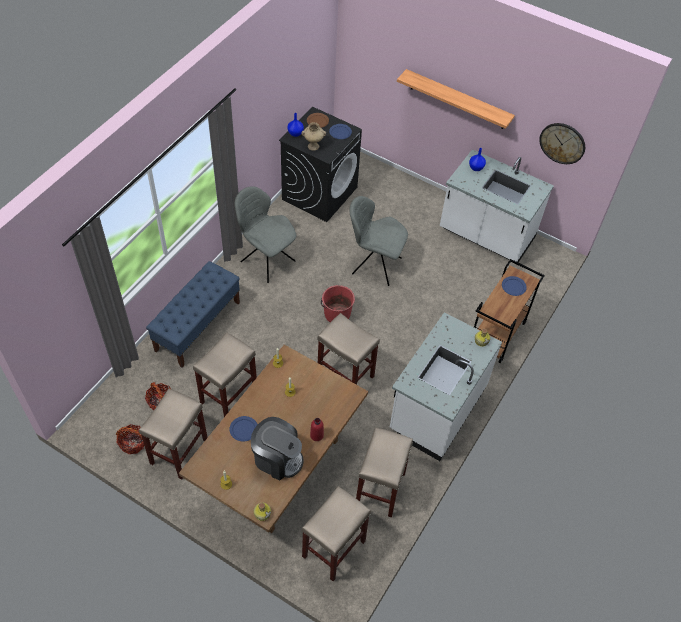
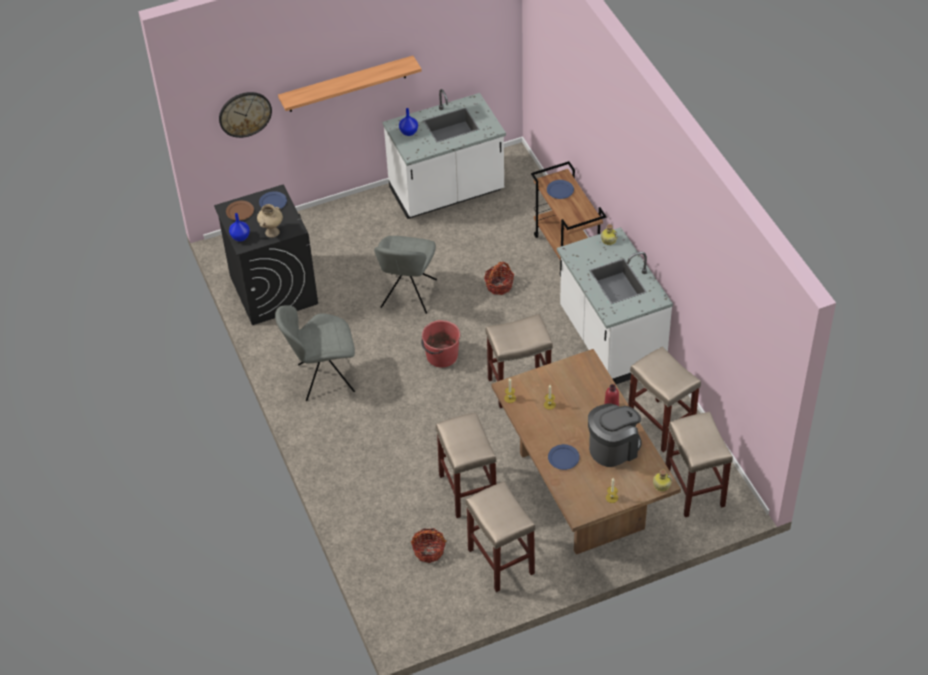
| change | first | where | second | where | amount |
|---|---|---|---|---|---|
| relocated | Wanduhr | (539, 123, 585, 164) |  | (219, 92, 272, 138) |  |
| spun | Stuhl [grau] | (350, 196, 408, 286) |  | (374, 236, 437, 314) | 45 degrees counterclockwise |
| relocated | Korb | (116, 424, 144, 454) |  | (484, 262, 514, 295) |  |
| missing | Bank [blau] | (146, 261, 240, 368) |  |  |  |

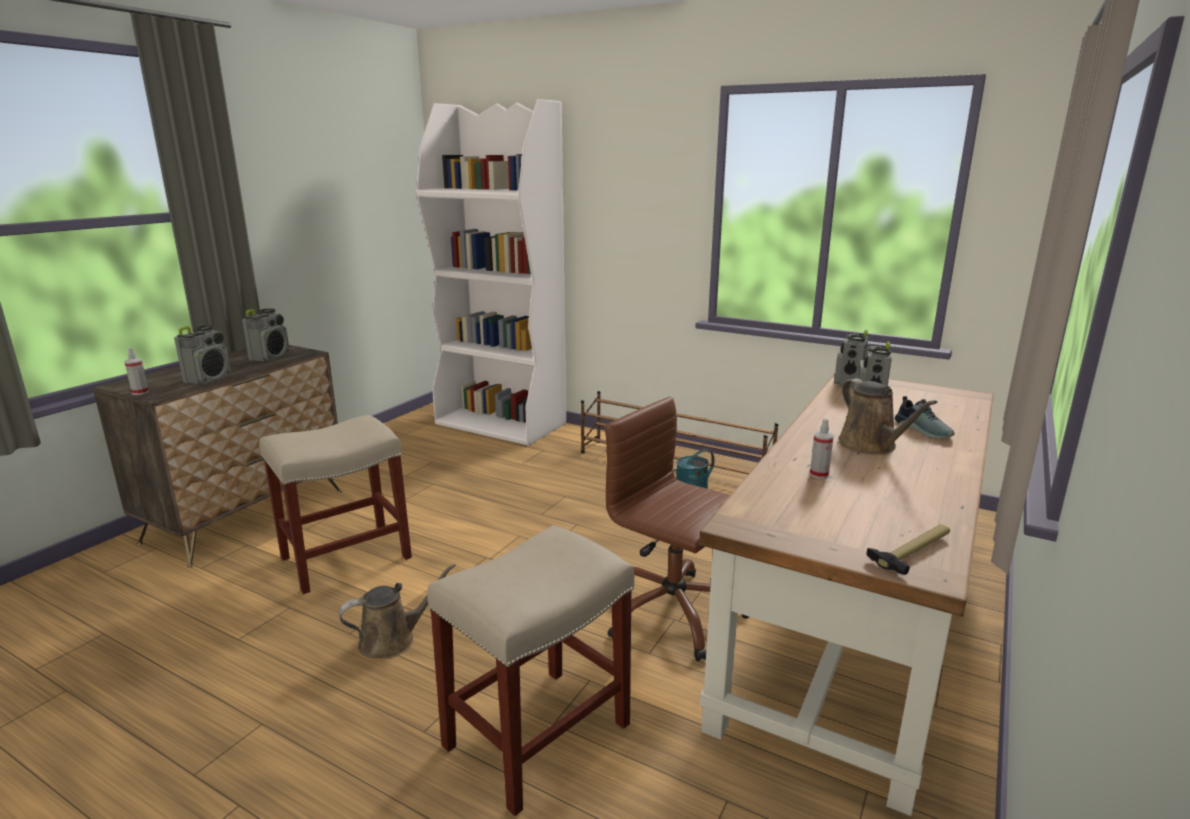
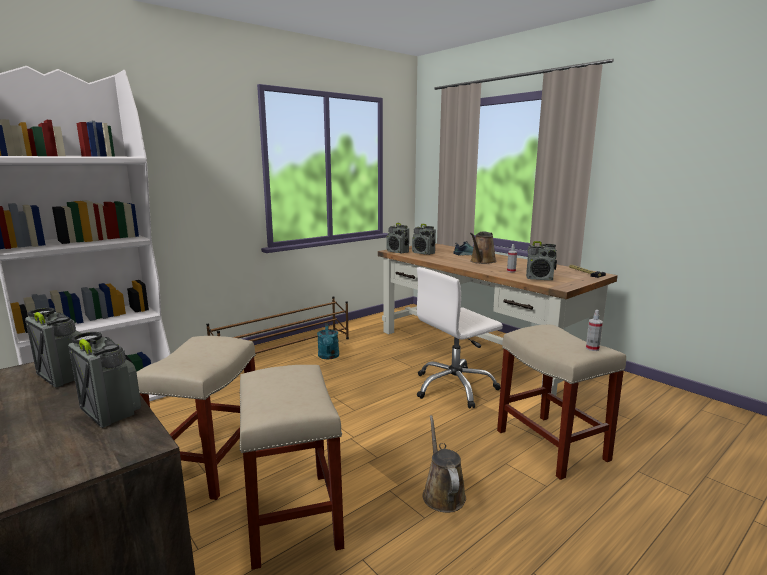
| change | first | where | second | where | amount |
|---|---|---|---|---|---|
| appeared |  |  | Hocker [beige] | (136, 336, 256, 500) |  |
| colour | Bürostuhl [braun] | (605, 397, 749, 661) | Bürostuhl [weiß] | (417, 267, 503, 409) |  |
| spun | Gießkanne [braun] | (838, 378, 938, 454) |  | (470, 232, 497, 264) | 120 degrees clockwise |
| appeared |  |  | Radio | (526, 241, 557, 280) |  |
| relocated | Sprühflasche | (124, 348, 149, 395) |  | (586, 310, 603, 351) |  |

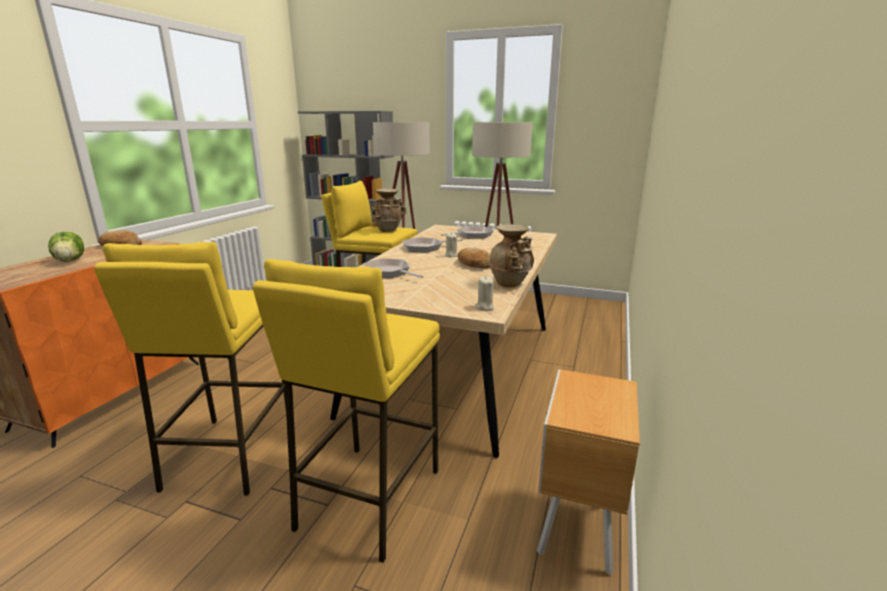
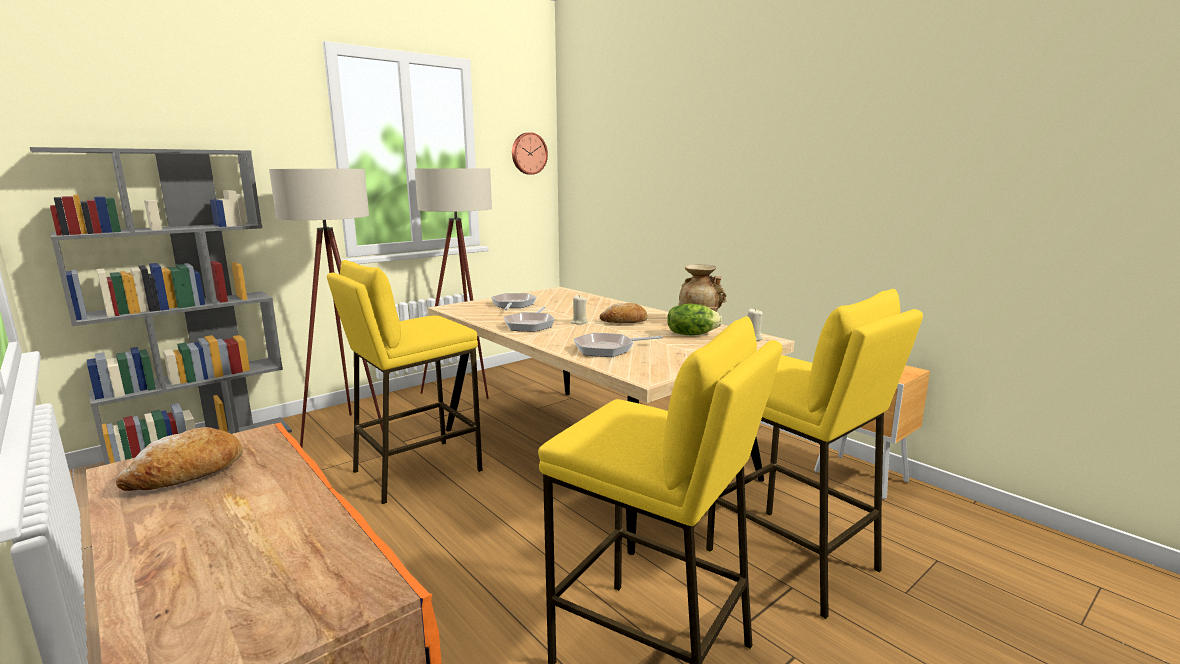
| change | first | where | second | where | amount |
|---|---|---|---|---|---|
| appeared |  |  | Wanduhr | (512, 132, 548, 175) |  |
| relocated | Salatkopf | (48, 232, 84, 262) |  | (667, 303, 722, 335) |  |
| missing | Vase [beige] | (371, 189, 407, 232) |  |  |  |

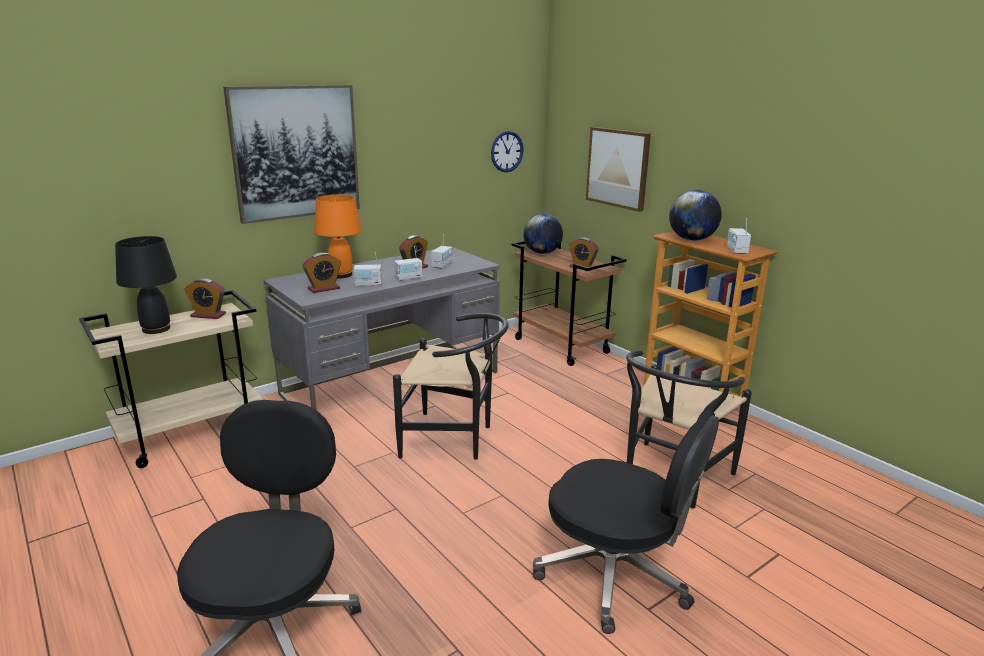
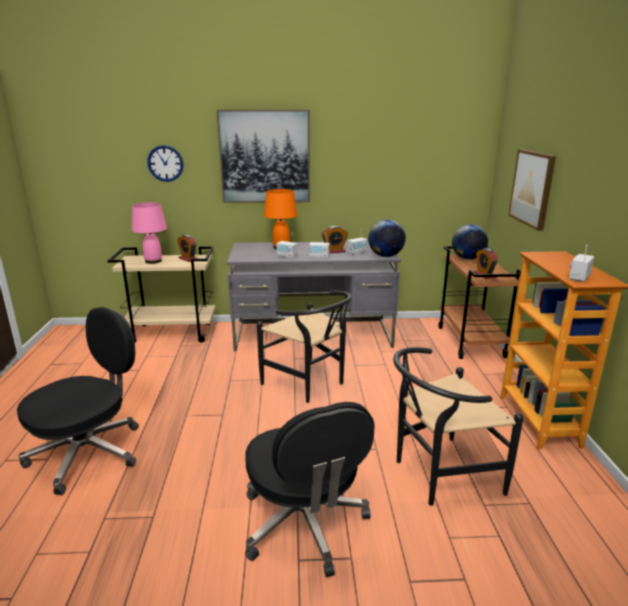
| change | first | where | second | where | amount |
|---|---|---|---|---|---|
| colour | Tischlampe [schwarz] | (115, 236, 177, 334) | Tischlampe [rosa] | (132, 202, 167, 264) |  |
| relocated | Wanduhr | (491, 131, 524, 172) |  | (147, 145, 183, 182) |  |
| relocated | Globus | (669, 190, 722, 241) |  | (368, 219, 406, 257) |  |
| missing | Wecker | (302, 253, 341, 293) |  |  |  |

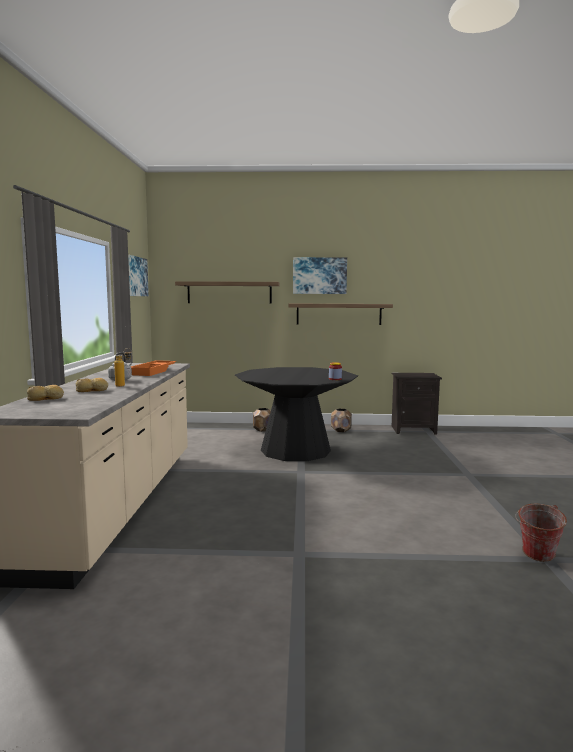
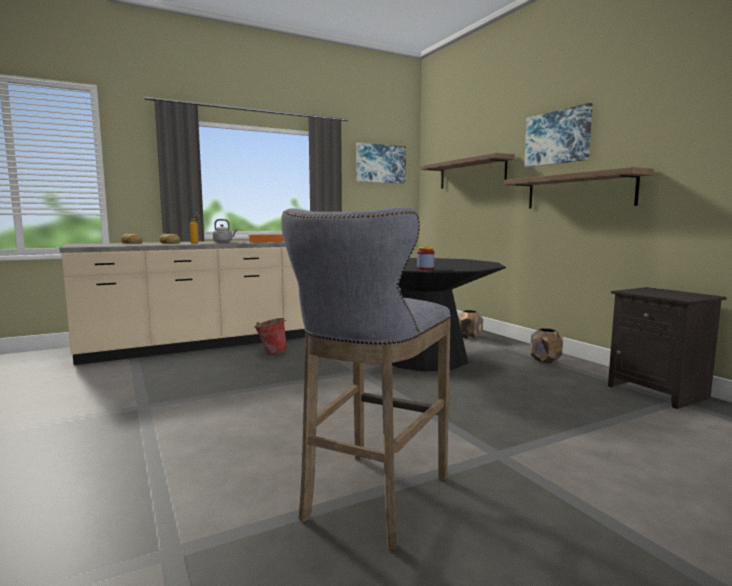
| change | first | where | second | where | amount |
|---|---|---|---|---|---|
| relocated | Eimer | (515, 504, 567, 562) |  | (255, 318, 288, 355) |  |
| appeared |  |  | Hocker [grau] | (281, 207, 451, 550) |  |

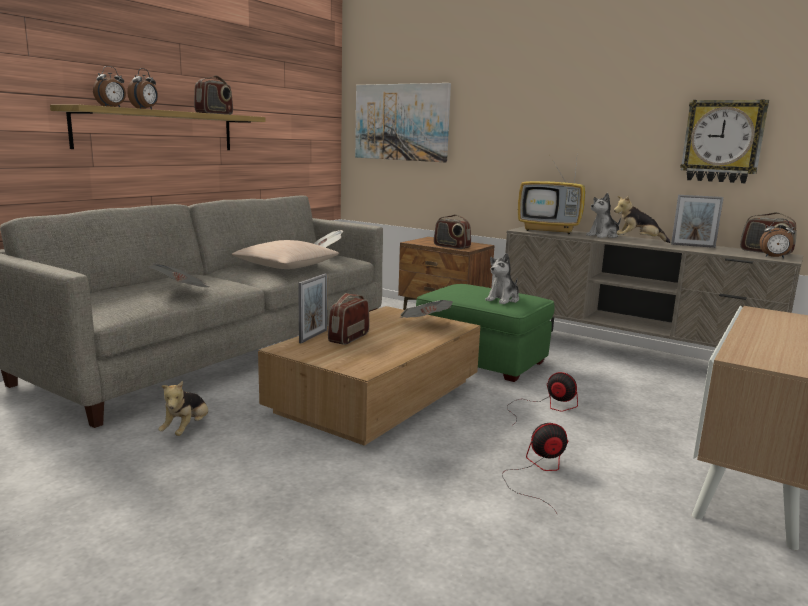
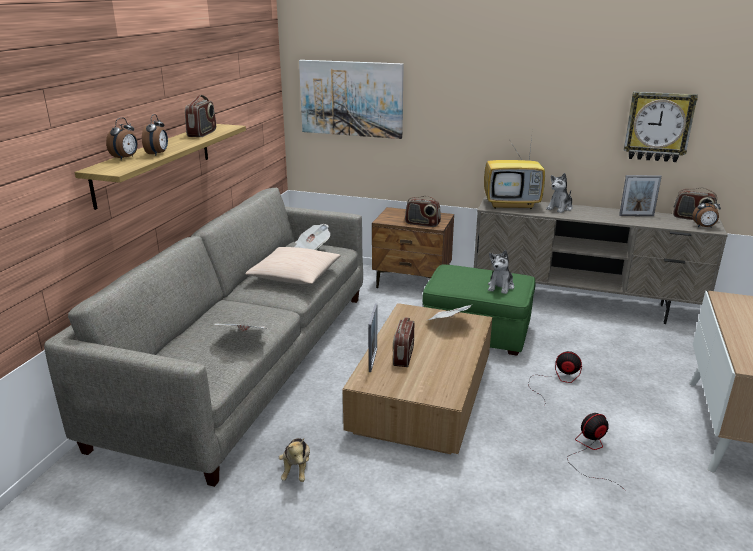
| change | first | where | second | where | amount |
|---|---|---|---|---|---|
| missing | Plüschtier | (614, 196, 671, 243) |  |  |  |

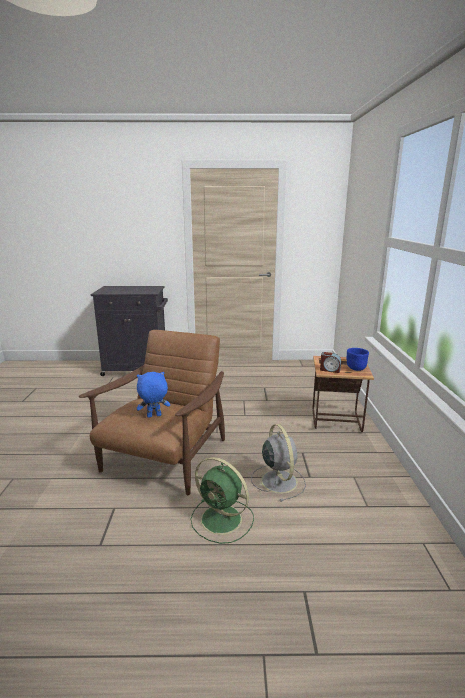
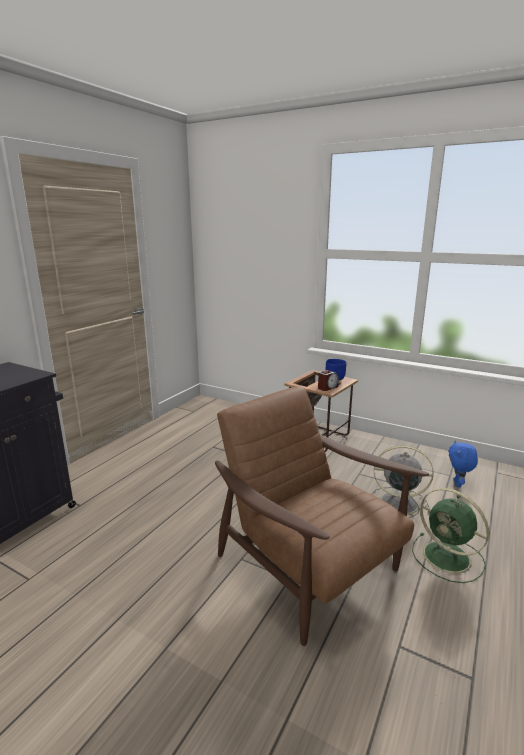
| change | first | where | second | where | amount |
|---|---|---|---|---|---|
| spun | Ventilator [grün] | (190, 457, 254, 544) |  | (412, 488, 489, 583) | 75 degrees clockwise |
| relocated | Plüschtier [blau] | (137, 372, 170, 418) |  | (448, 441, 478, 487) |  |

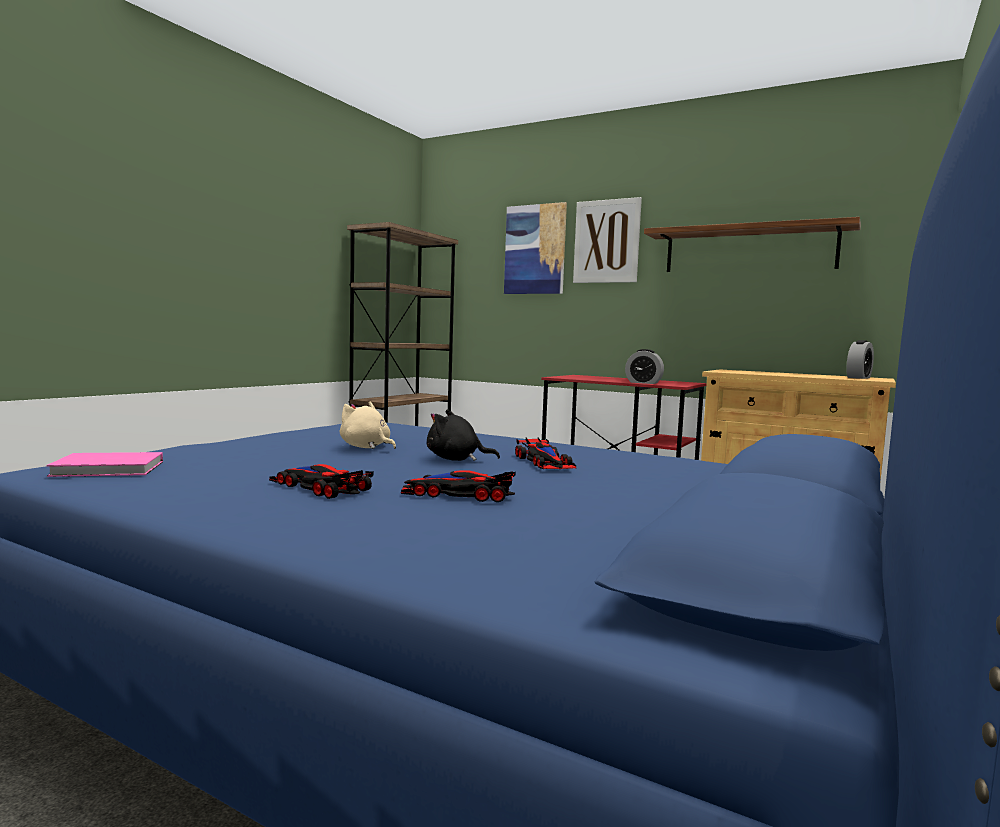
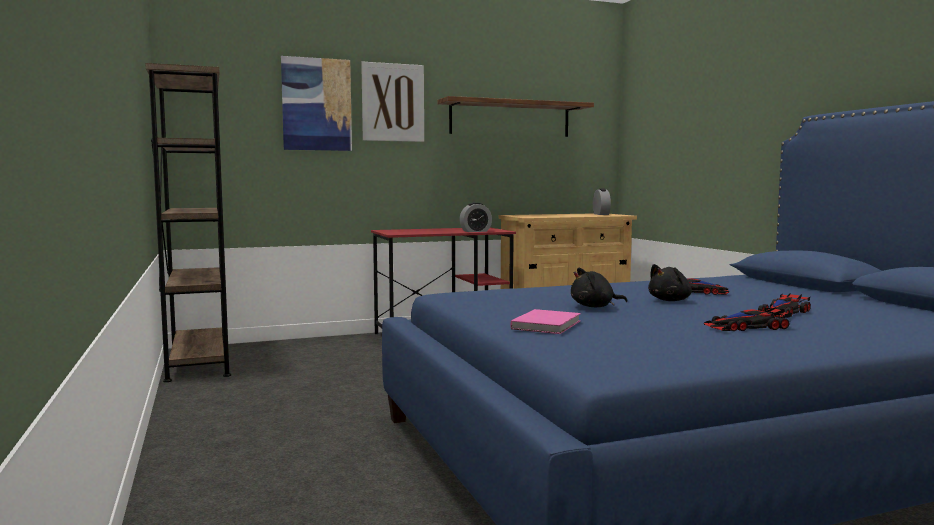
| change | first | where | second | where | amount |
|---|---|---|---|---|---|
| relocated | Buch [rosa] | (47, 452, 163, 477) |  | (511, 309, 581, 334) |  |
| colour | Plüschtier [beige] | (340, 402, 396, 449) | Plüschtier [schwarz] | (571, 268, 627, 307) |  |

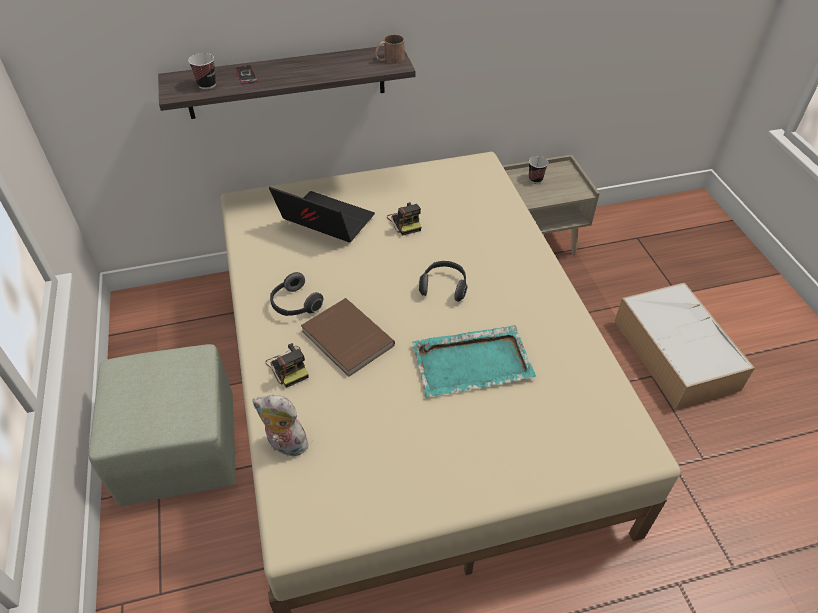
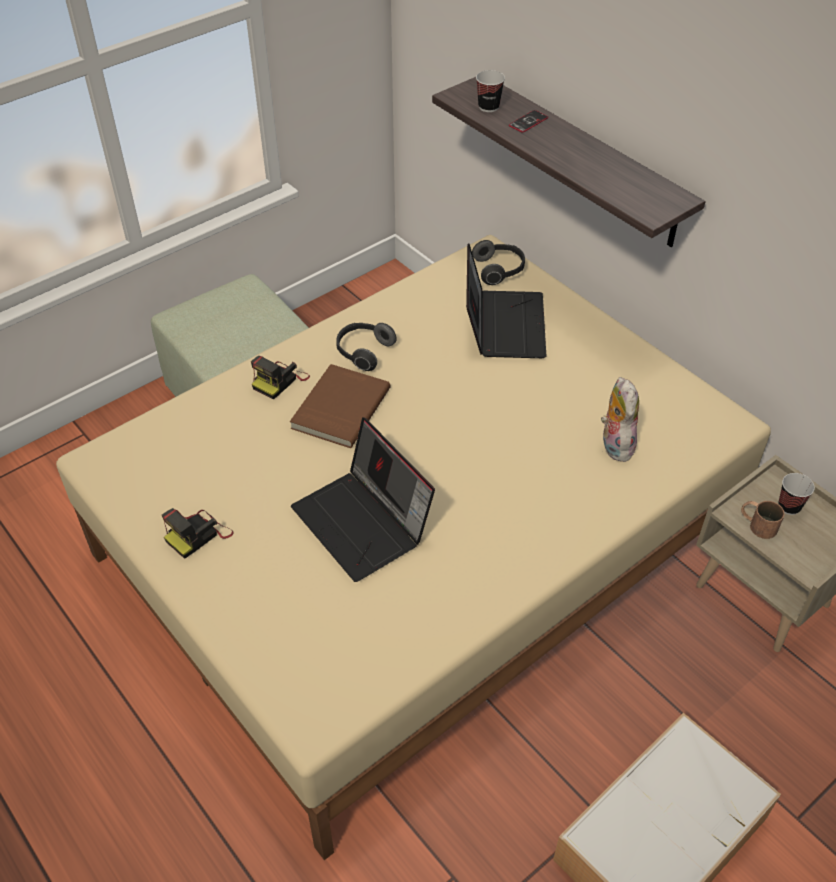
| change | first | where | second | where | amount |
|---|---|---|---|---|---|
| relocated | Kamera | (387, 202, 421, 236) |  | (162, 508, 234, 559) |  |
| exchanged | Tablett [türkis] | (412, 325, 536, 398) | Laptop | (291, 417, 435, 582) |  |
| relocated | Kopfhörer | (419, 261, 467, 302) |  | (472, 240, 525, 285) |  |
| relocated | Plüschtier | (252, 395, 308, 456) |  | (601, 377, 639, 462) |  |
| relocated | Henkelbecher [braun] | (375, 34, 404, 64) |  | (741, 501, 785, 539) |  |

